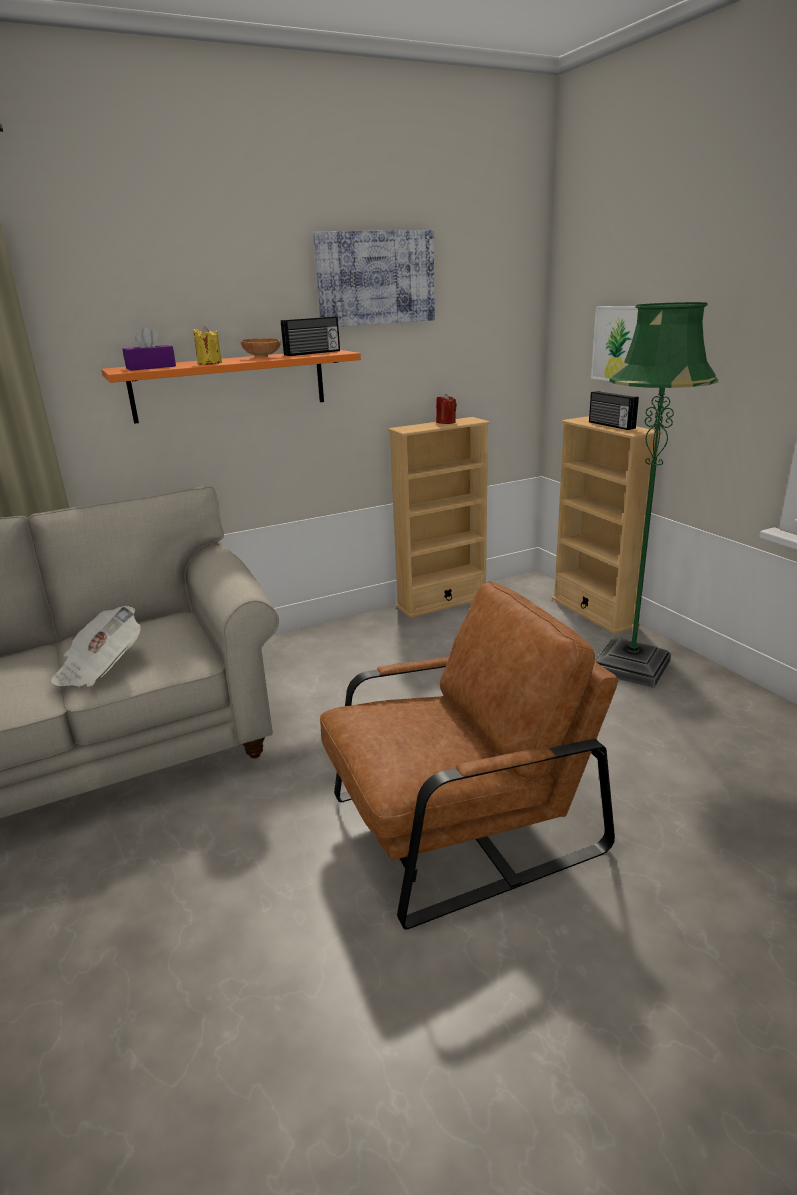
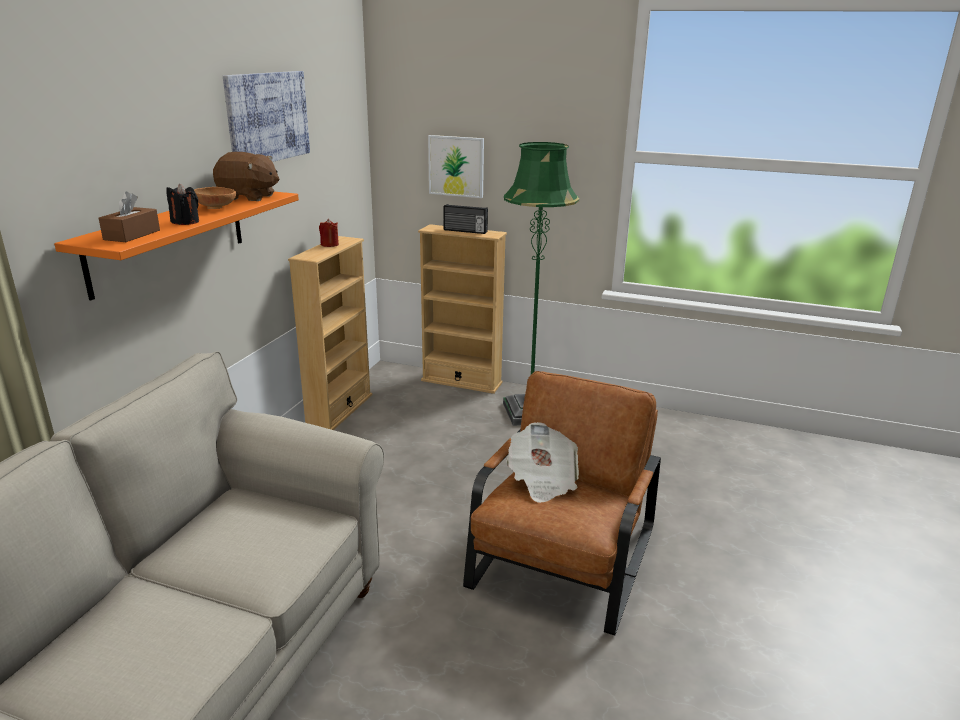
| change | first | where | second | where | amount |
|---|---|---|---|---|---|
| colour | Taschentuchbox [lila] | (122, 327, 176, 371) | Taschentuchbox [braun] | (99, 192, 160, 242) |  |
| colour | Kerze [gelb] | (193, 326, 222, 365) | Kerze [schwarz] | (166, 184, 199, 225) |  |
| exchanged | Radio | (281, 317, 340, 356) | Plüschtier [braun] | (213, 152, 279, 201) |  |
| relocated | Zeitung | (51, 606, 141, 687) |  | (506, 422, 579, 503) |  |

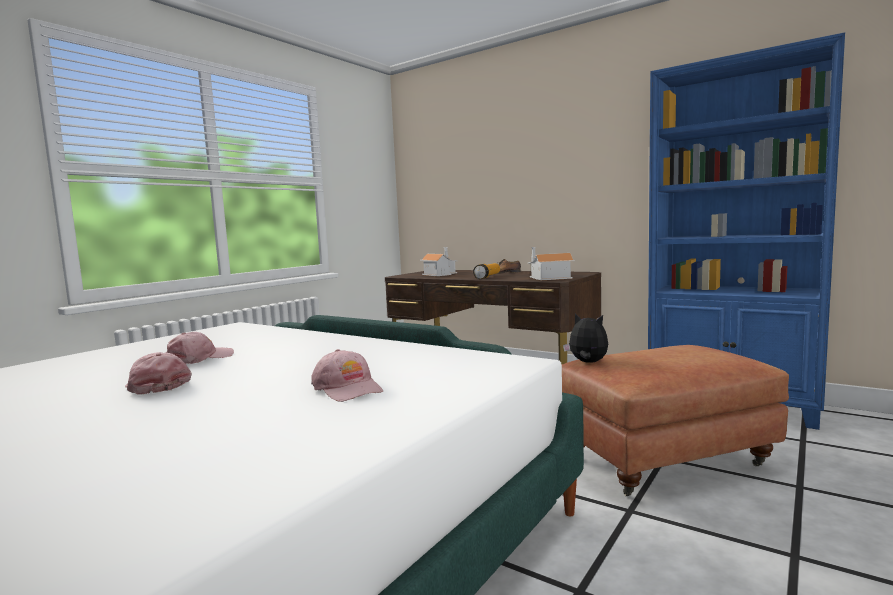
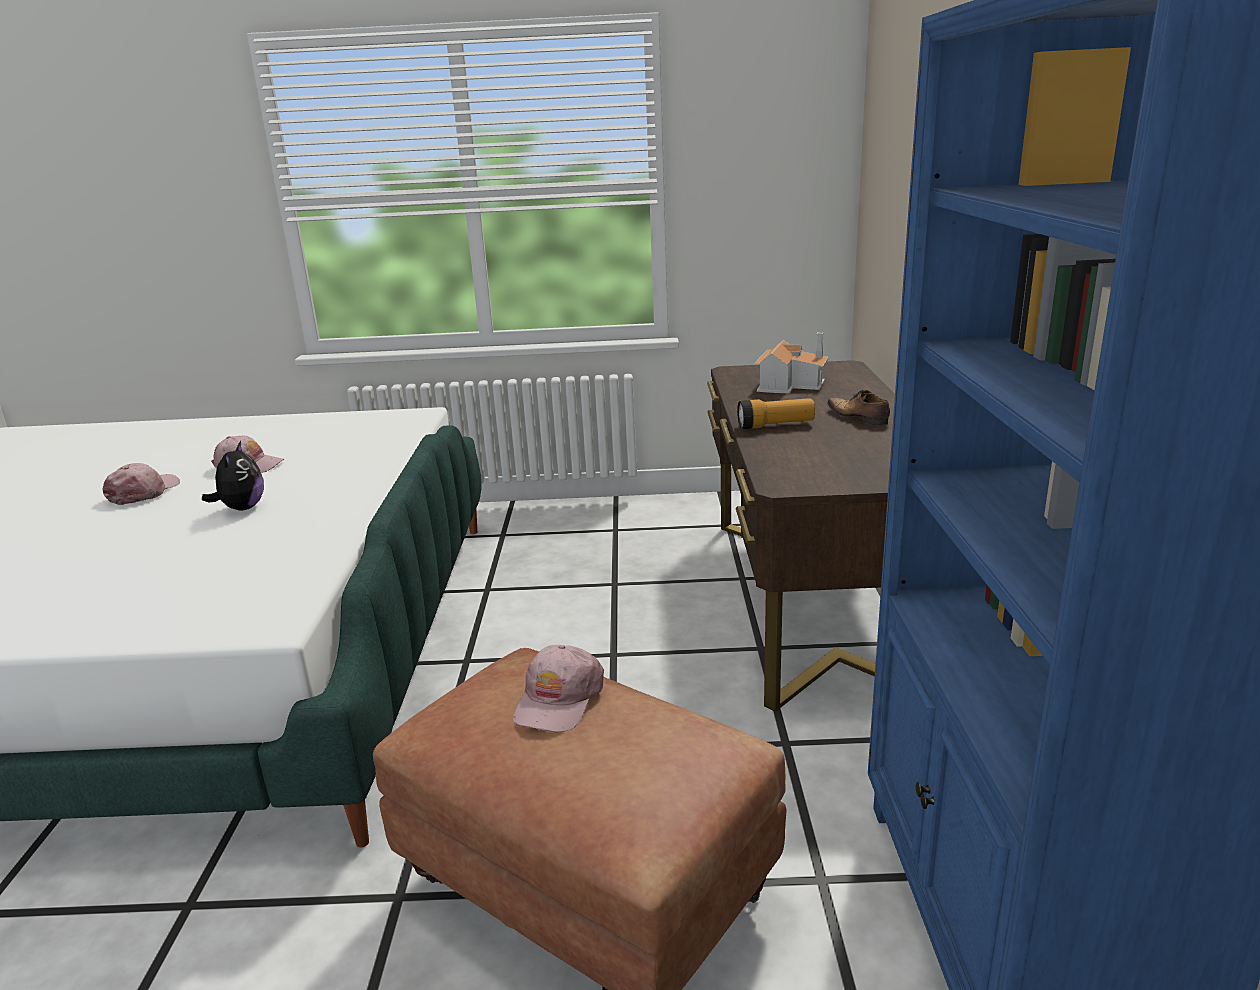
| change | first | where | second | where | amount |
|---|---|---|---|---|---|
| relocated | Plüschtier | (563, 313, 608, 363) |  | (202, 440, 264, 511) |  |
| relocated | Kappe [rosa] | (311, 349, 383, 402) |  | (513, 645, 604, 732) |  |
| missing | Spielzeughaus | (528, 247, 575, 280) |  |  |  |

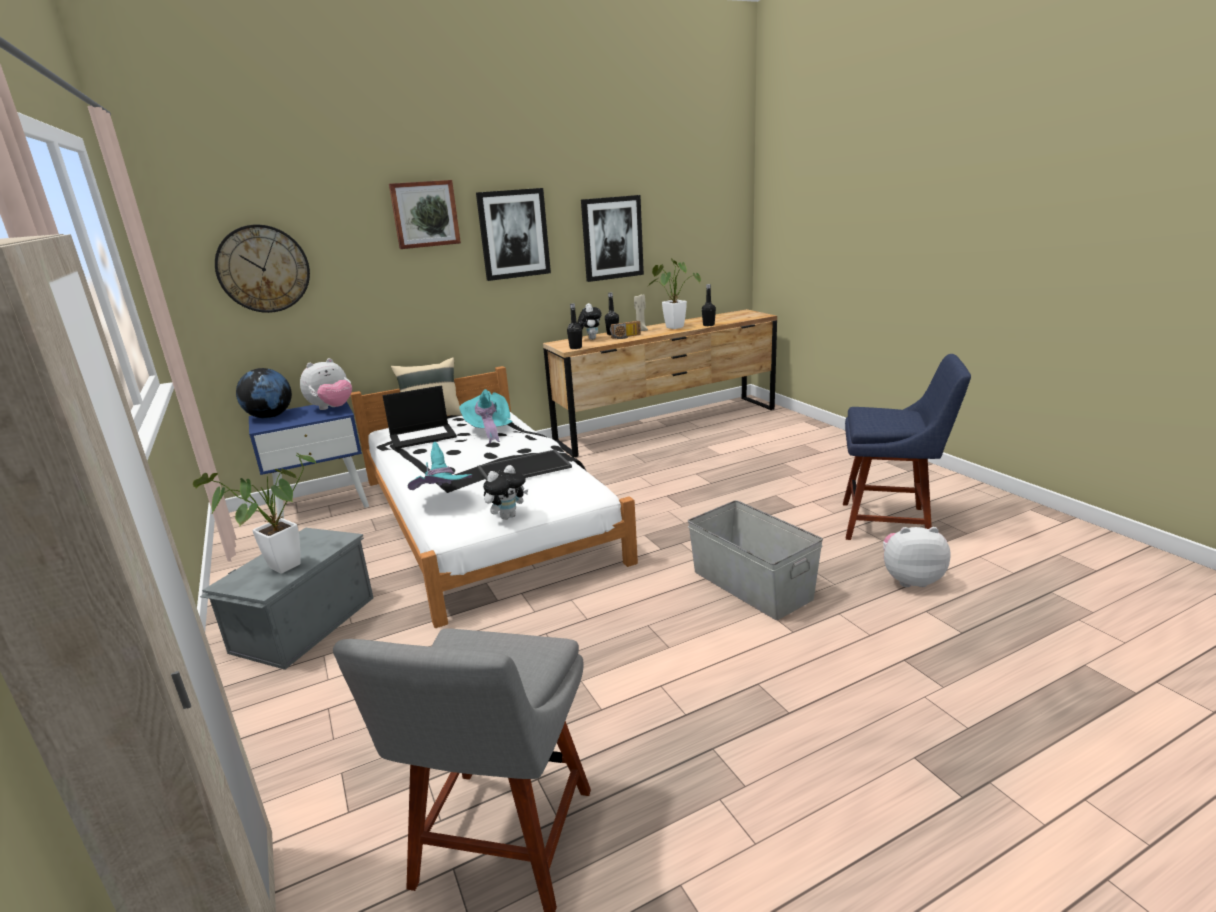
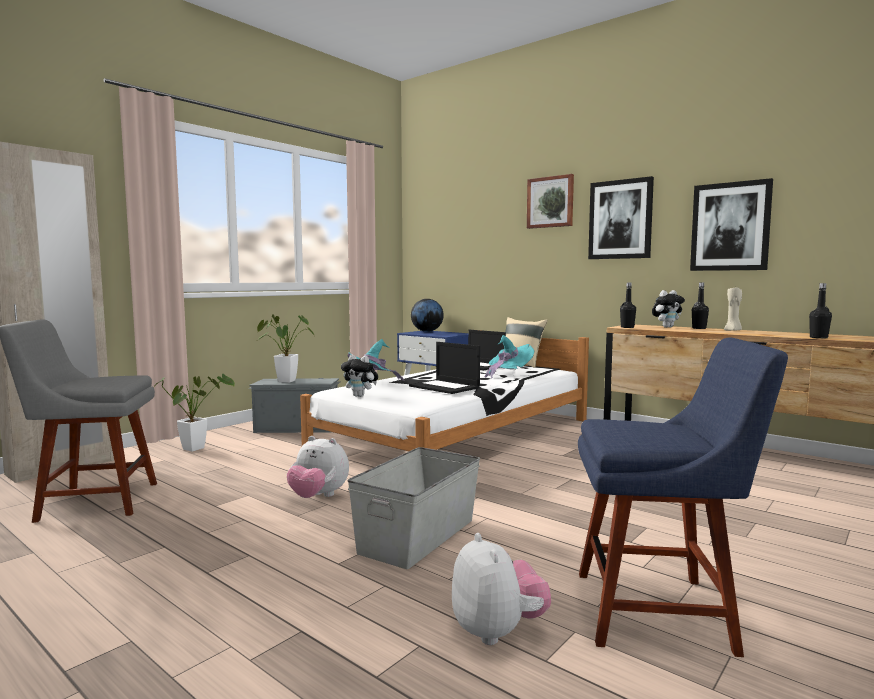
| change | first | where | second | where | amount |
|---|---|---|---|---|---|
| relocated | Topfpflanze | (649, 258, 701, 329) |  | (154, 374, 235, 452) |  |
| relocated | Plüschtier | (300, 358, 352, 410) |  | (287, 436, 349, 498) |  |
| exchanged | Tablett | (477, 450, 572, 481) | Laptop | (409, 342, 480, 394) |  |
| spun | Stuhl [blau] | (843, 354, 971, 540) |  | (578, 338, 788, 657) | 75 degrees counterclockwise |
| missing | Wanduhr | (215, 224, 310, 313) |  |  |  |
| missing | Radio | (610, 321, 641, 339) |  |  |  |

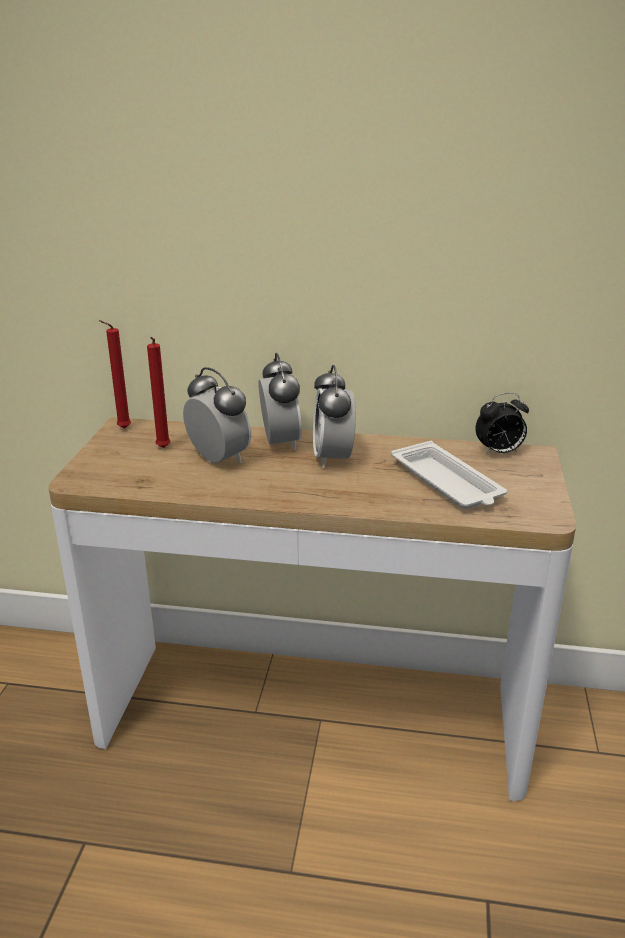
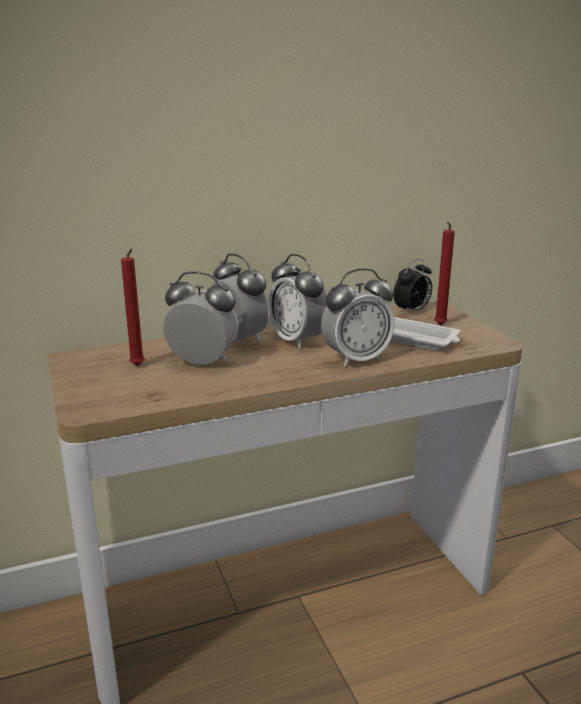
| change | first | where | second | where | amount |
|---|---|---|---|---|---|
| appeared |  |  | Wecker | (321, 268, 395, 367) |  |
| relocated | Kerze [rot] | (99, 320, 131, 429) |  | (434, 222, 455, 325) |  |

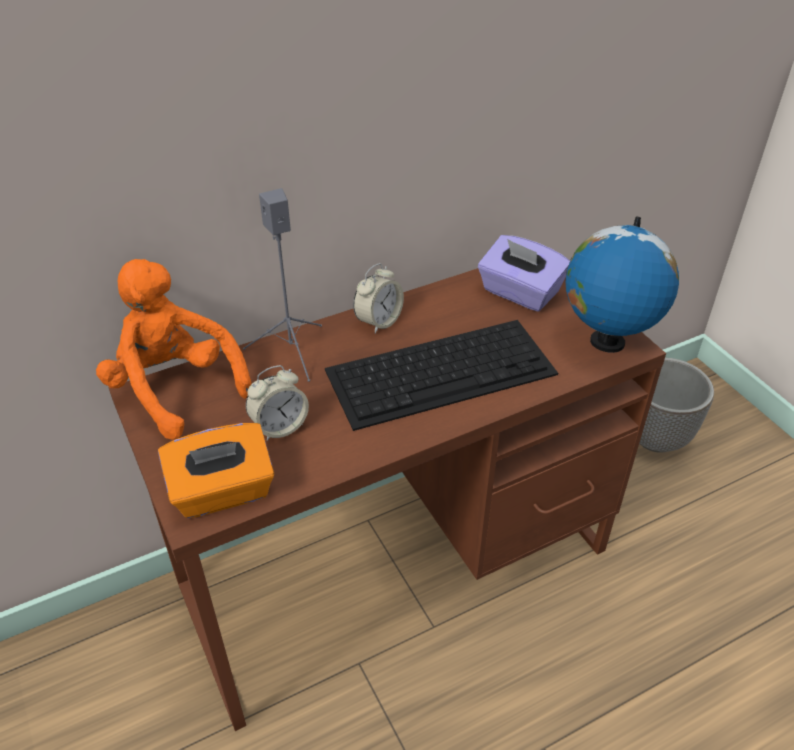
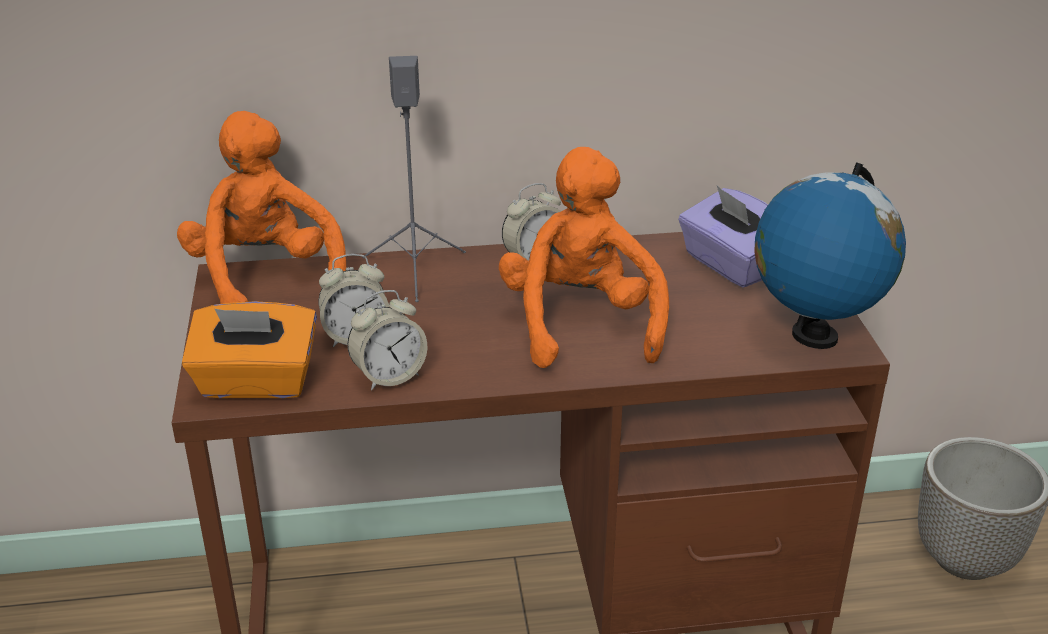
| change | first | where | second | where | amount |
|---|---|---|---|---|---|
| appeared |  |  | Wecker | (347, 290, 427, 391) |  |
| exchanged | Tastatur | (325, 320, 558, 431) | Plüschtier [orange] | (499, 147, 669, 368) |  |

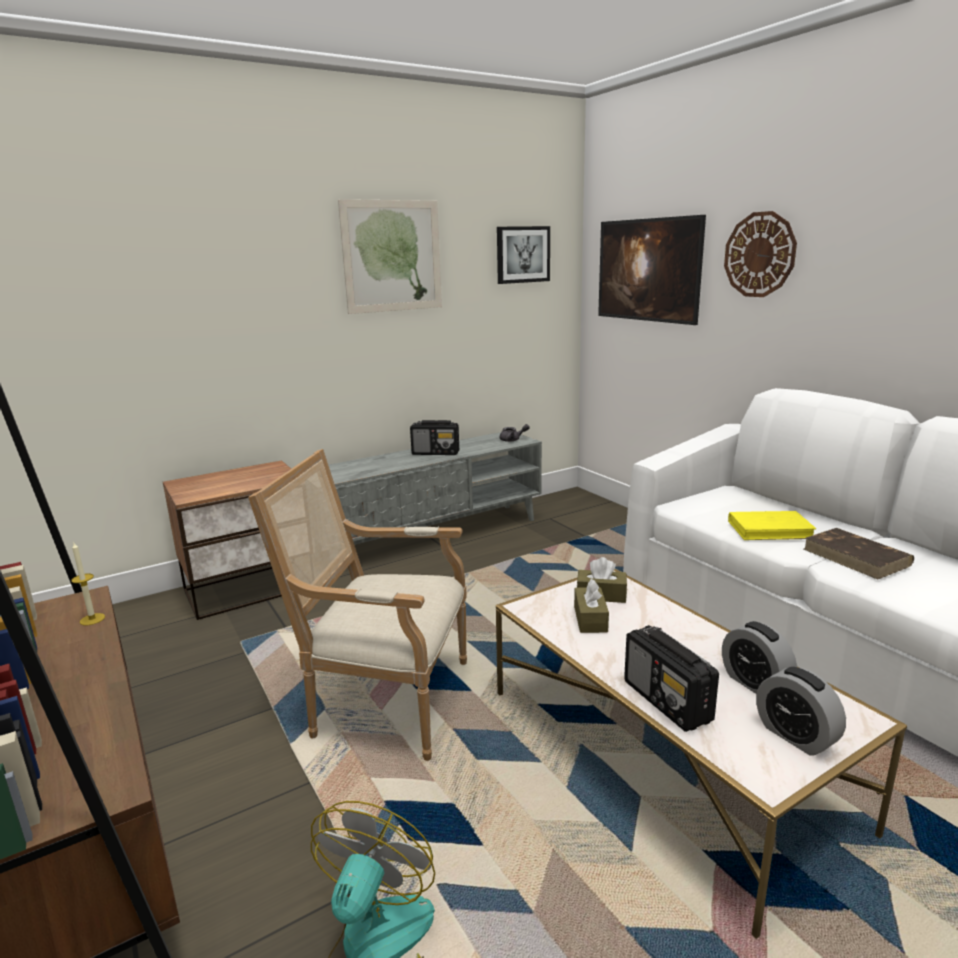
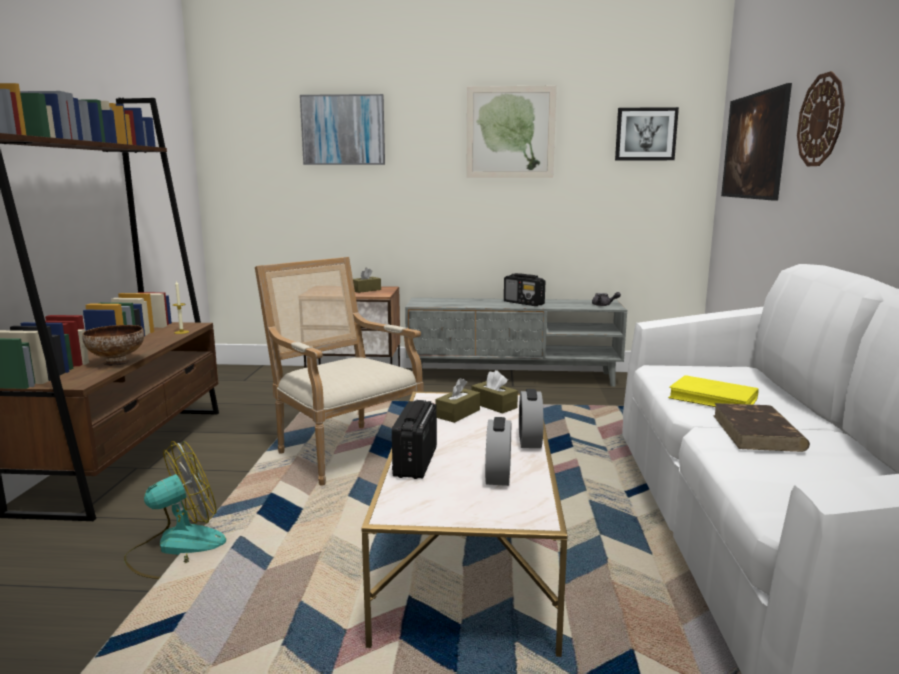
| change | first | where | second | where | amount |
|---|---|---|---|---|---|
| appeared |  |  | Schüssel | (82, 325, 144, 366) |  |
| appeared |  |  | Bild | (300, 94, 385, 165) |  |
| appeared |  |  | Taschentuchbox [braun] | (353, 268, 381, 293) |  |
| relocated | Wecker | (756, 667, 846, 756) |  | (519, 389, 544, 448) |  |

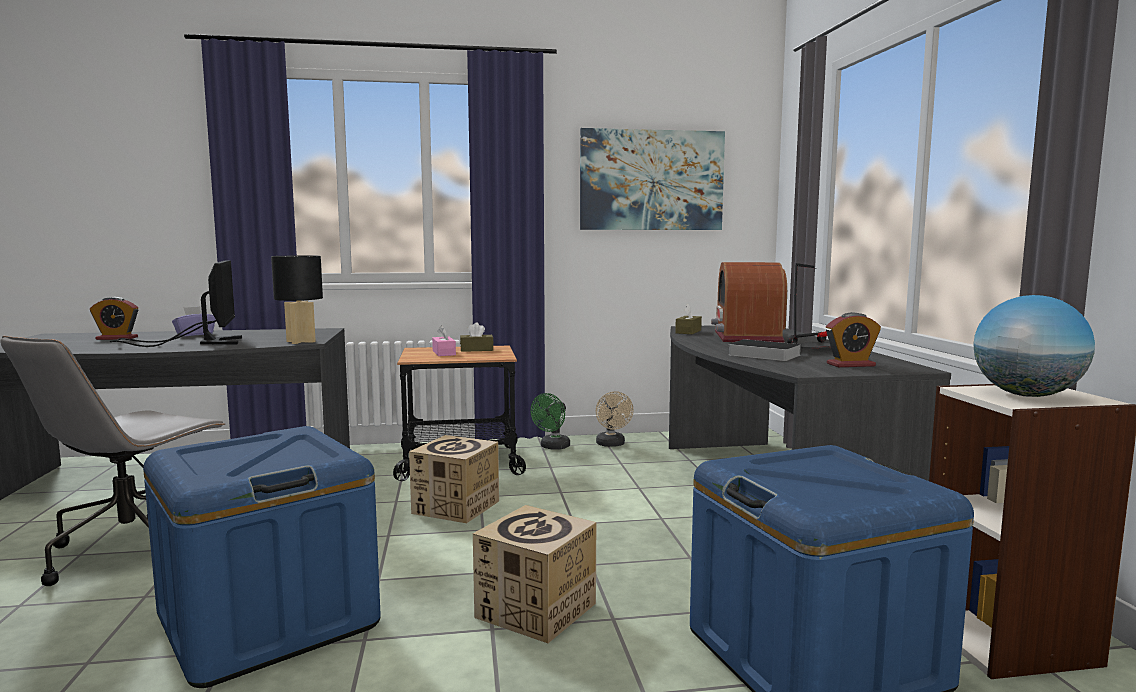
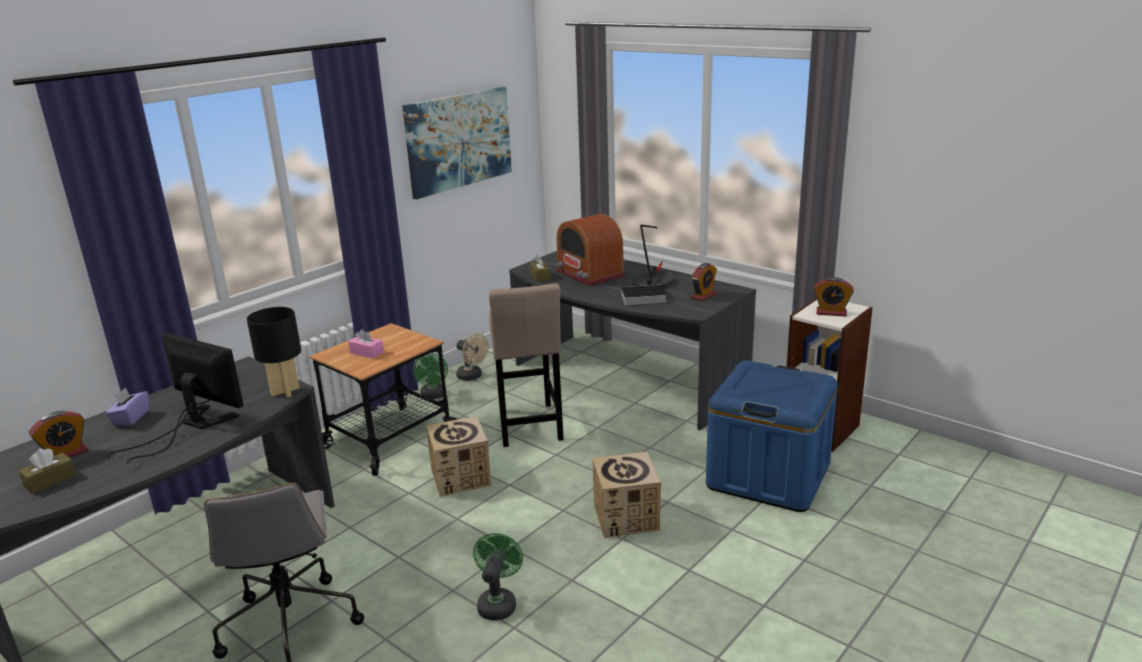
| change | first | where | second | where | amount |
|---|---|---|---|---|---|
| relocated | Taschentuchbox [braun] | (460, 322, 494, 352) |  | (18, 448, 77, 494) |  |
| exchanged | Aufbewahrungsbox [blau] | (143, 426, 381, 688) | Ventilator [grün] | (473, 533, 523, 620) |  |
| appeared |  |  | Hocker [beige] | (489, 283, 564, 447) |  |
| exchanged | Globus | (973, 295, 1095, 397) | Wecker | (814, 277, 854, 317) |  |

